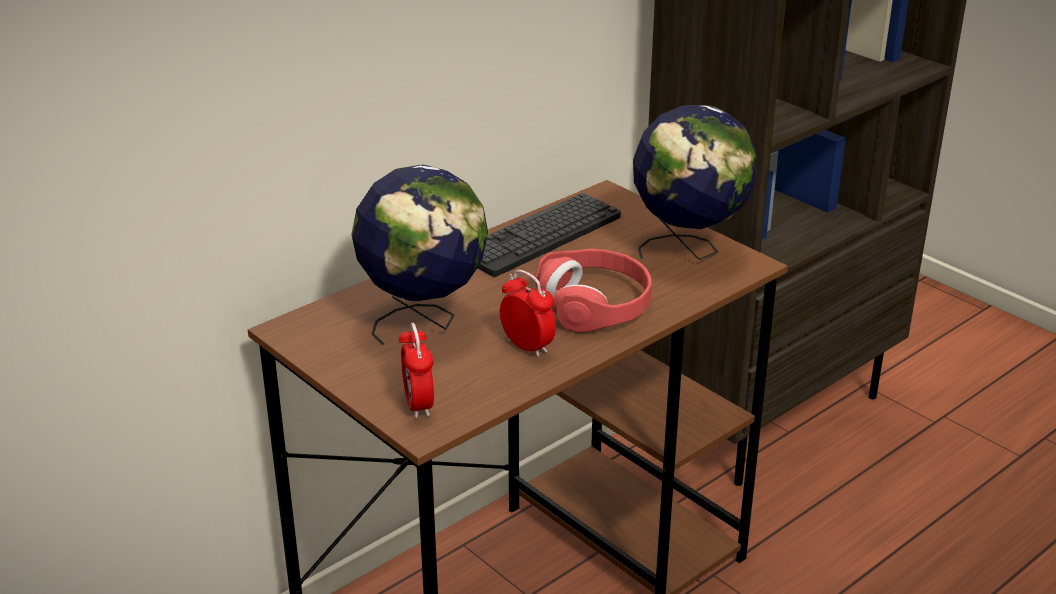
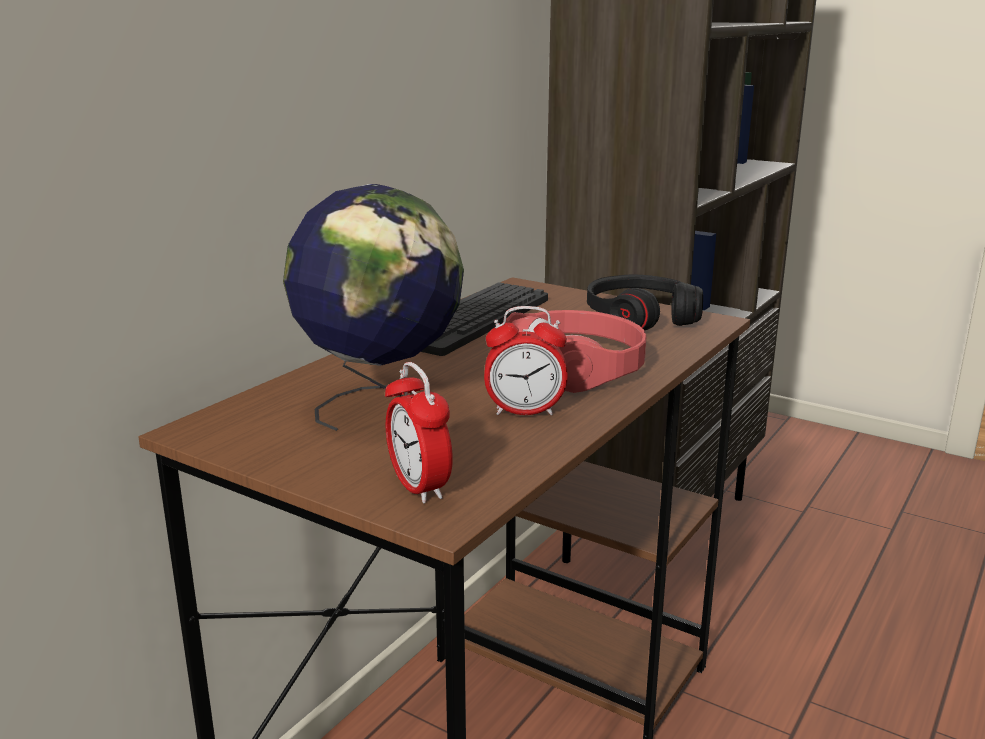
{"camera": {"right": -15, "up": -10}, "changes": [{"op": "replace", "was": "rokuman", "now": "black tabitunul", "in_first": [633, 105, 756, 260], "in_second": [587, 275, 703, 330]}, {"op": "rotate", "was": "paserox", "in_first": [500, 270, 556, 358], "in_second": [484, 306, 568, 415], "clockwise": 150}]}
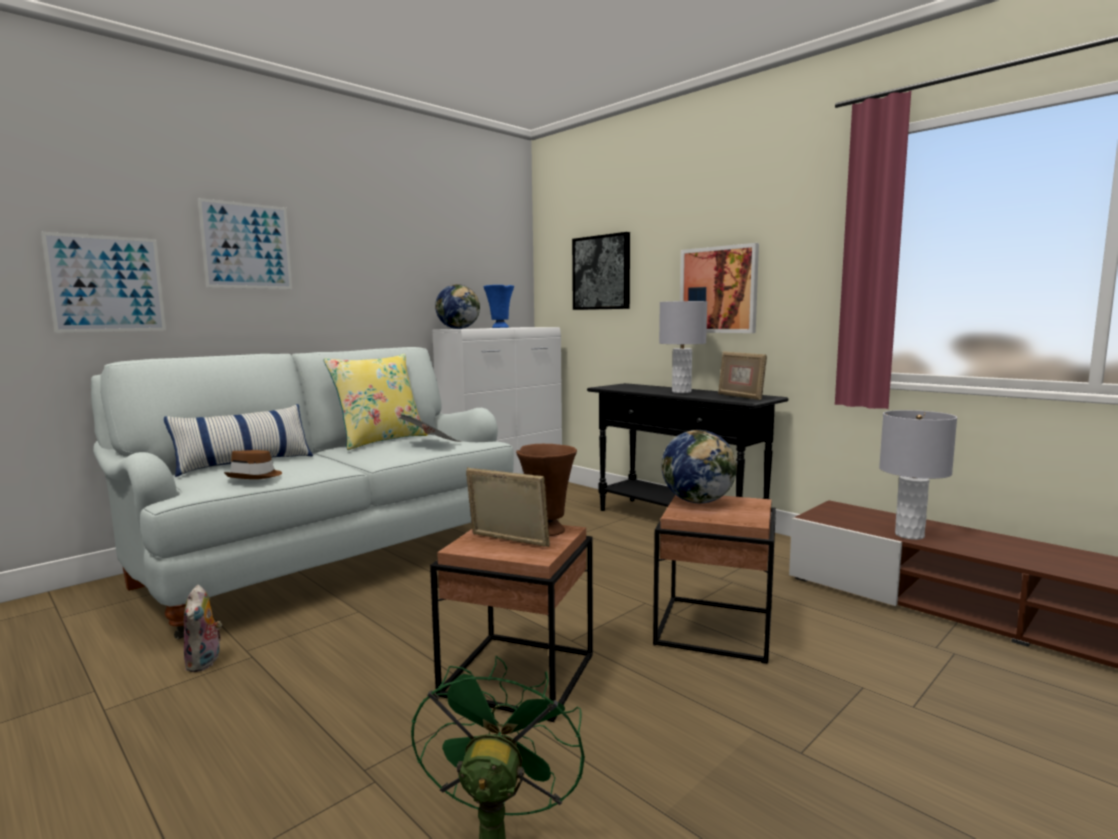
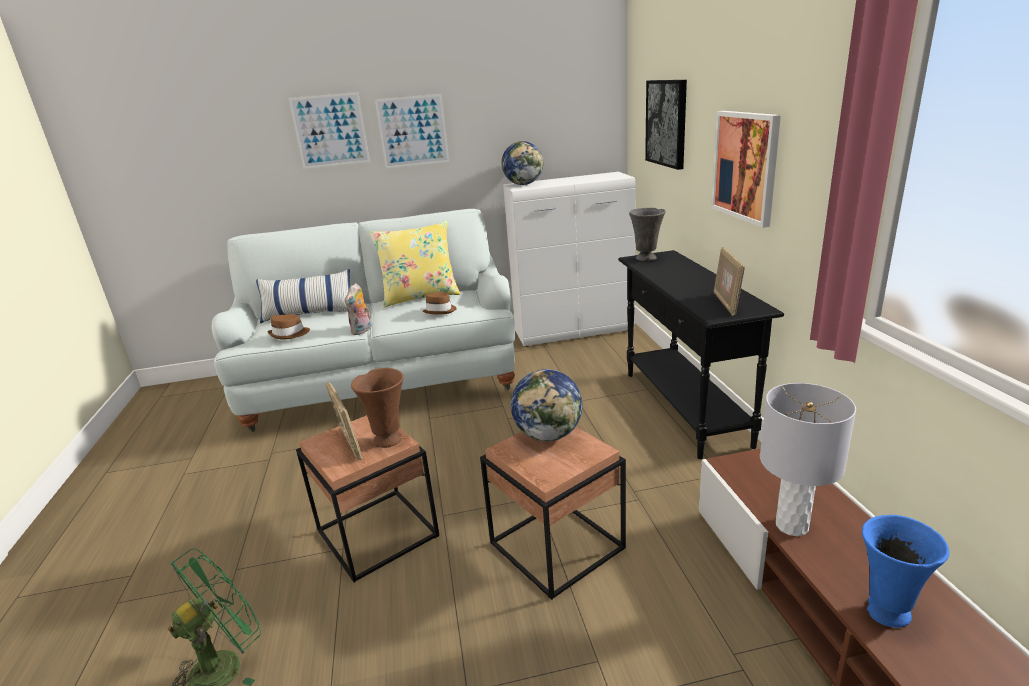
{"camera": {"right": 35, "up": 15}, "changes": [{"op": "delete", "was": "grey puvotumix", "in_first": [659, 301, 707, 393]}, {"op": "insert", "now": "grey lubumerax", "in_second": [629, 208, 666, 261]}, {"op": "move", "was": "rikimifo", "in_first": [41, 232, 166, 333], "in_second": [375, 94, 449, 168]}, {"op": "move", "was": "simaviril", "in_first": [184, 585, 222, 672], "in_second": [345, 283, 372, 335]}, {"op": "move", "was": "blue lubumerax", "in_first": [483, 285, 514, 328], "in_second": [862, 515, 950, 628]}, {"op": "replace", "was": "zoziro", "now": "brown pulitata", "in_first": [399, 415, 461, 442], "in_second": [423, 292, 457, 314]}]}
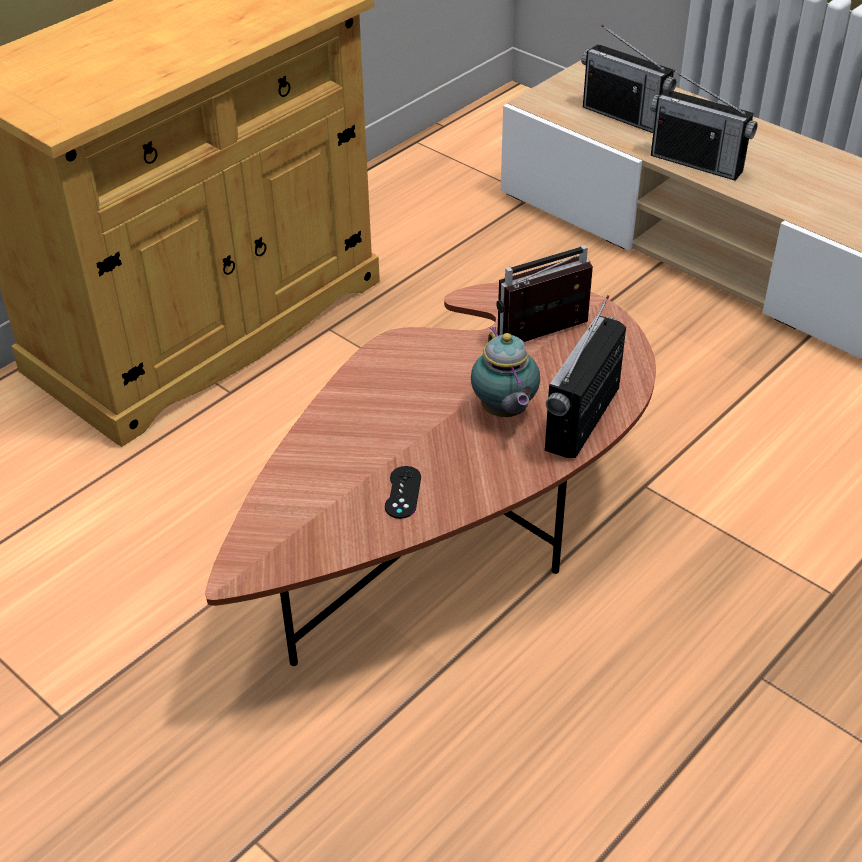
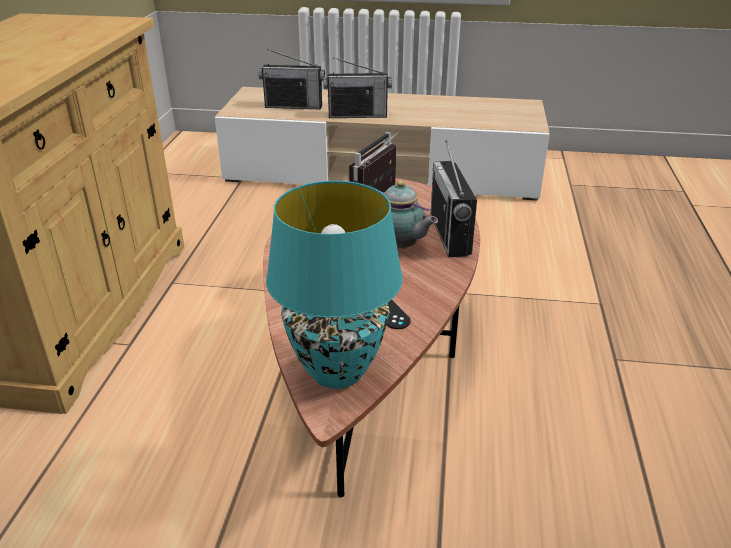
{"camera": {"right": -35, "up": -10}, "changes": [{"op": "insert", "now": "turquoise puvotumix", "in_second": [266, 181, 403, 389]}]}
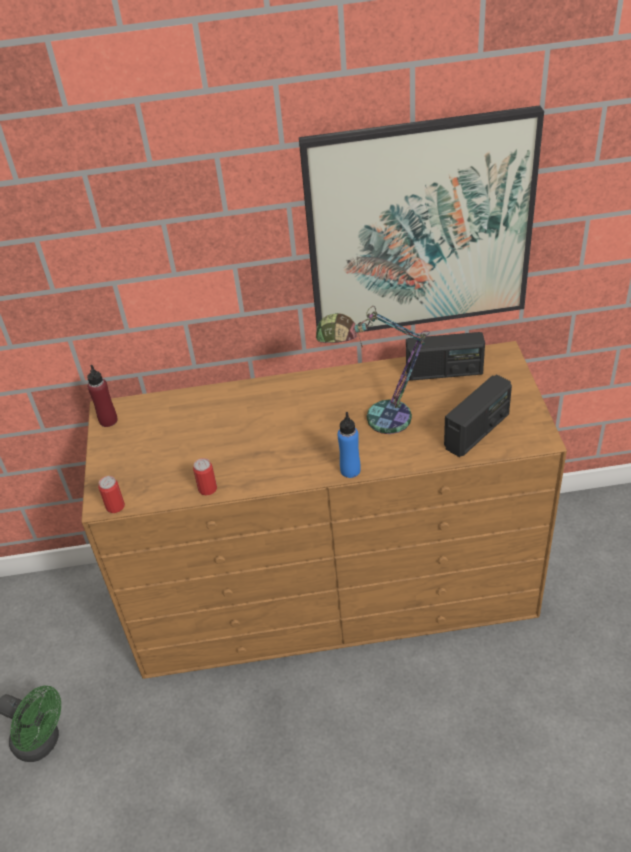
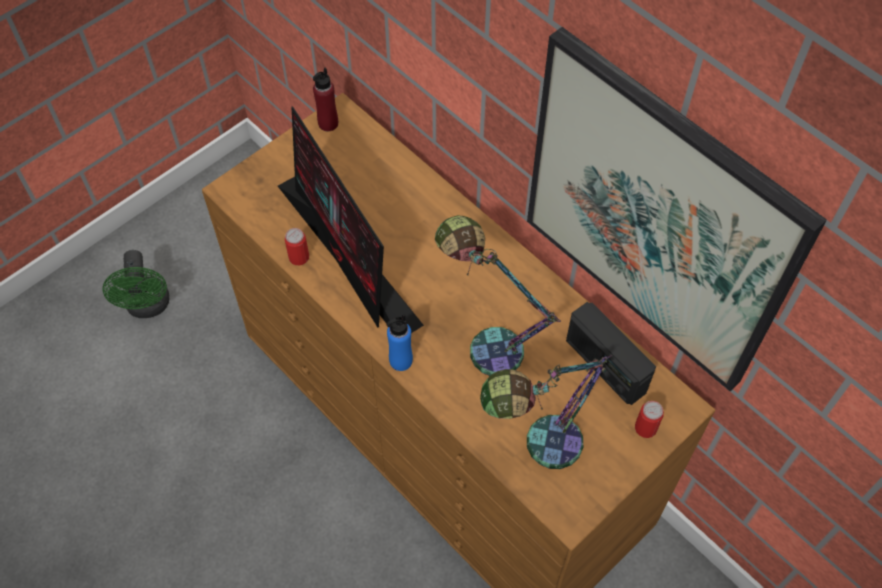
{"camera": {"right": 50, "up": 15}, "changes": [{"op": "insert", "now": "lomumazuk", "in_second": [278, 106, 424, 333]}, {"op": "move", "was": "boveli", "in_first": [98, 476, 125, 513], "in_second": [635, 401, 664, 438]}, {"op": "replace", "was": "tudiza", "now": "puvotumix", "in_first": [444, 374, 512, 457], "in_second": [480, 355, 612, 469]}]}
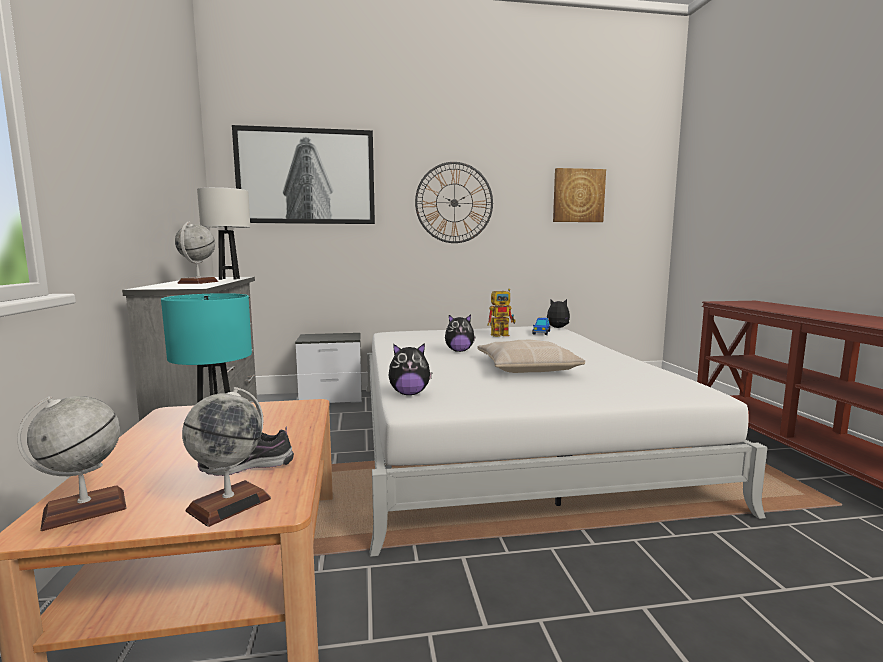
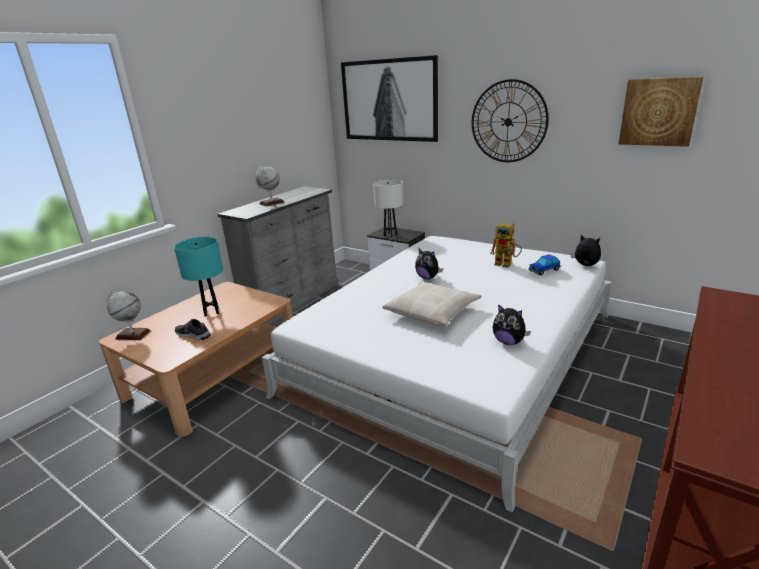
{"camera": {"right": 45, "up": 15}, "changes": [{"op": "delete", "was": "rokuman", "in_first": [182, 387, 271, 527]}, {"op": "move", "was": "white puvotumix", "in_first": [197, 187, 250, 280], "in_second": [373, 180, 403, 238]}, {"op": "move", "was": "simaviril", "in_first": [388, 343, 432, 395], "in_second": [492, 304, 531, 345]}]}
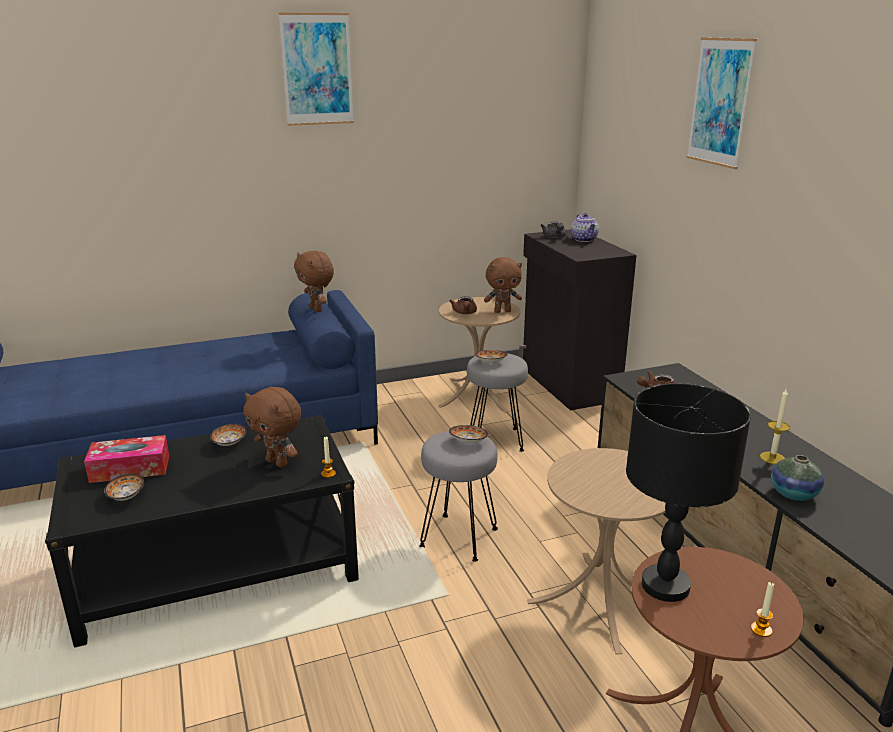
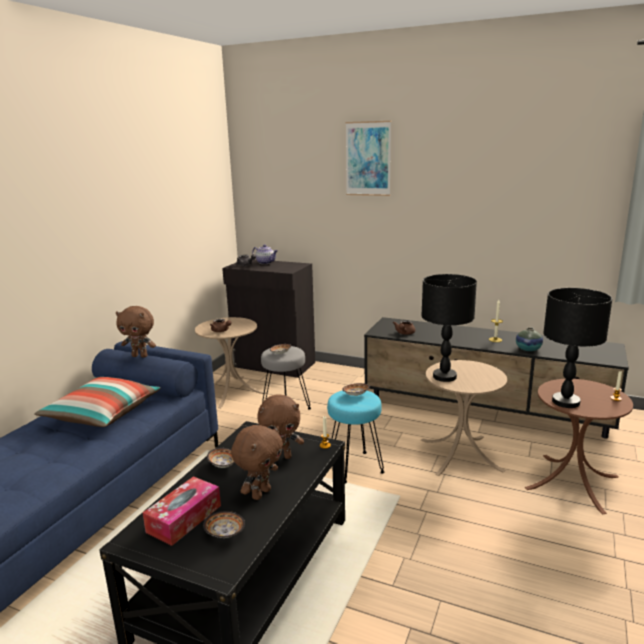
{"camera": {"right": -45, "up": -5}, "changes": [{"op": "delete", "was": "rikimifo", "in_first": [279, 13, 354, 126]}, {"op": "insert", "now": "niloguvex", "in_second": [34, 377, 161, 427]}, {"op": "insert", "now": "black puvotumix", "in_second": [421, 274, 477, 382]}, {"op": "move", "was": "brown simaviril", "in_first": [484, 257, 522, 313], "in_second": [231, 425, 283, 500]}, {"op": "recolor", "was": "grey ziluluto", "now": "turquoise ziluluto", "in_first": [419, 431, 498, 562], "in_second": [327, 390, 385, 484]}]}
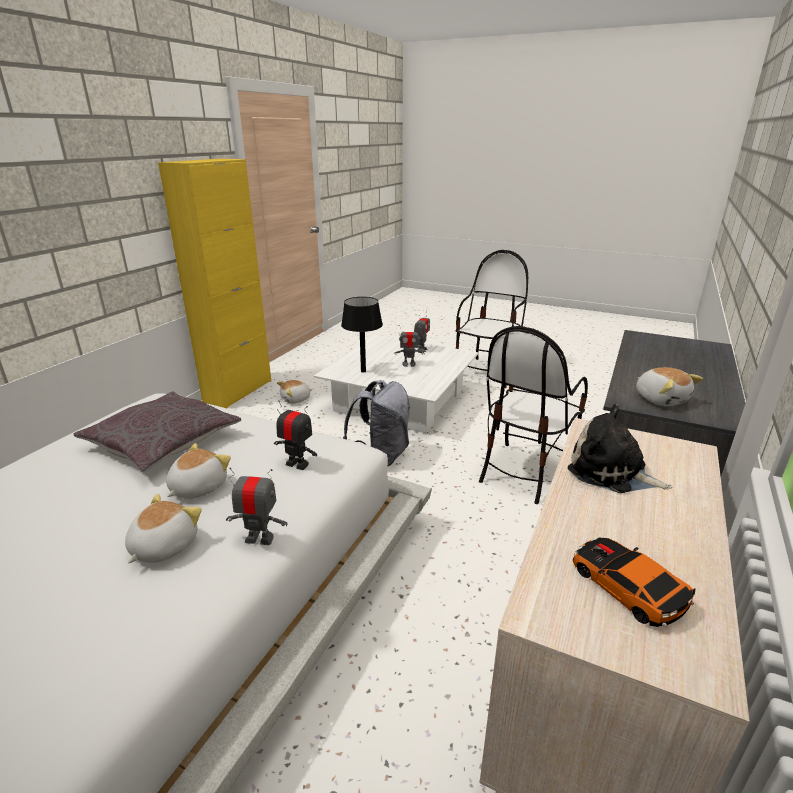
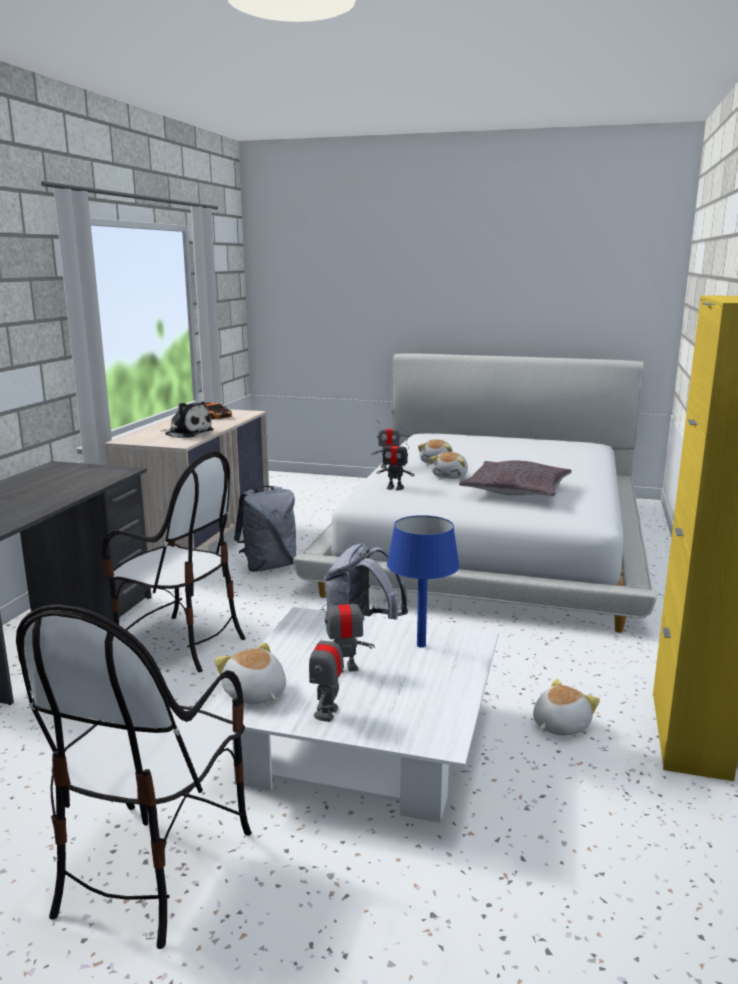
{"camera": {"right": 170, "up": -10}, "changes": [{"op": "insert", "now": "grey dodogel", "in_second": [234, 485, 296, 572]}, {"op": "move", "was": "simaviril", "in_first": [636, 367, 703, 406], "in_second": [214, 642, 286, 704]}, {"op": "recolor", "was": "black puvotumix", "now": "blue puvotumix", "in_first": [341, 297, 383, 373], "in_second": [387, 515, 460, 648]}, {"op": "rotate", "was": "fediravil", "in_first": [479, 326, 588, 504], "in_second": [102, 451, 246, 672], "clockwise": 90}]}
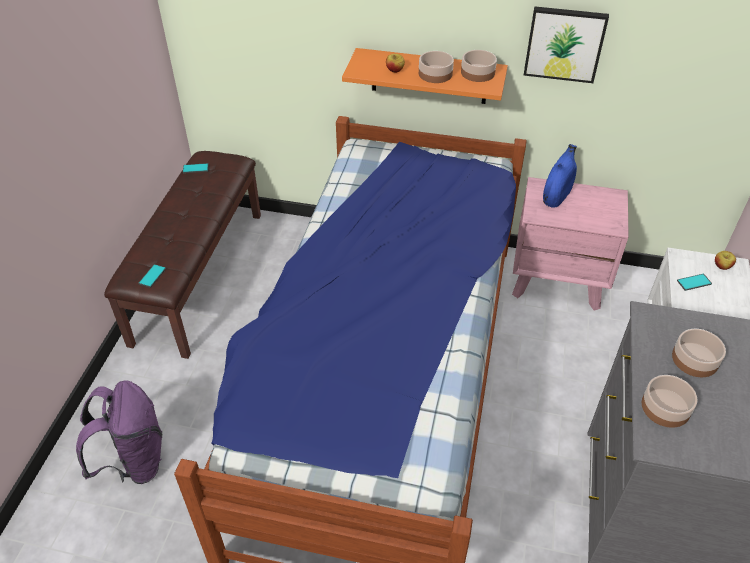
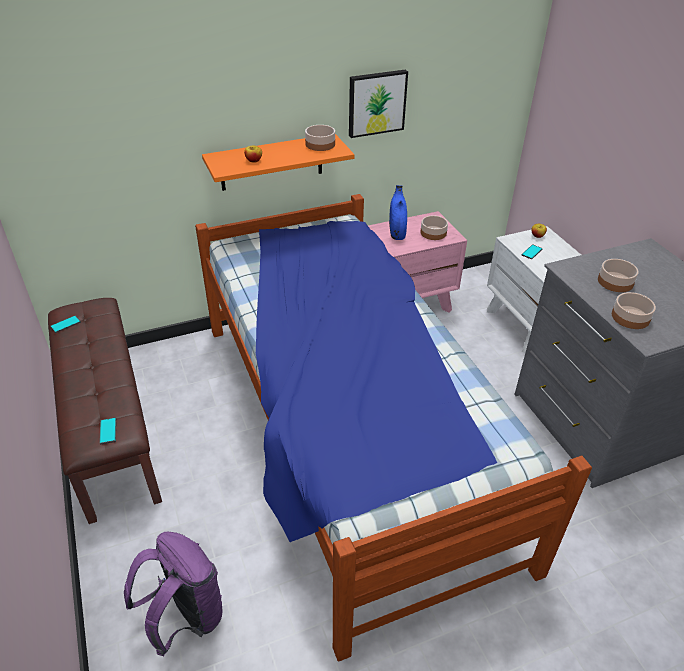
{"camera": {"right": -35, "up": -5}, "changes": [{"op": "move", "was": "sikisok", "in_first": [419, 51, 454, 83], "in_second": [421, 216, 448, 240]}]}
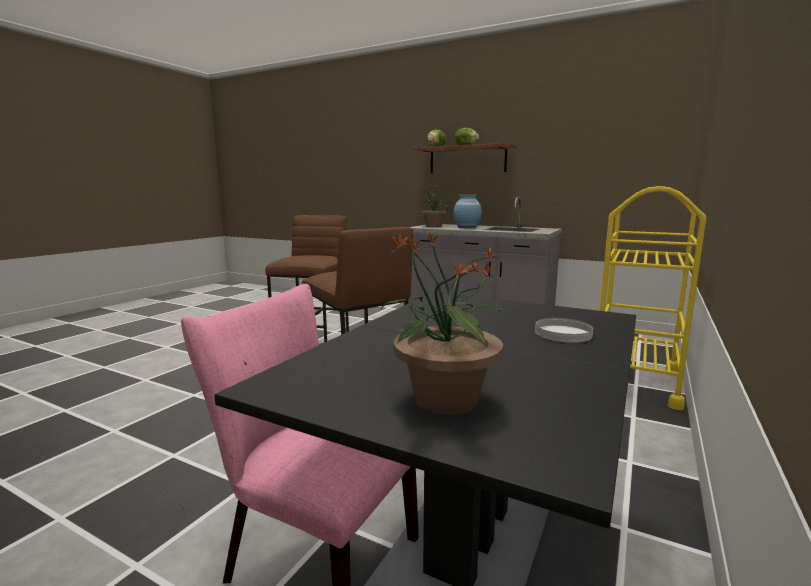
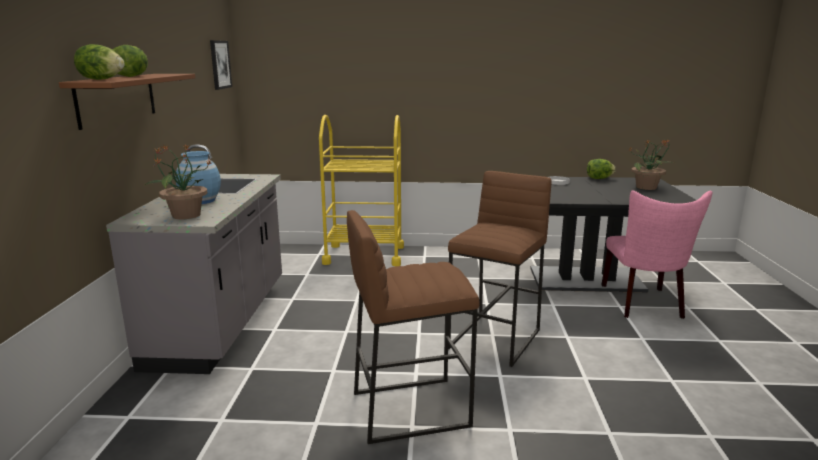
{"camera": {"right": -115, "up": 5}, "changes": [{"op": "insert", "now": "rikimifo", "in_second": [210, 40, 232, 90]}, {"op": "insert", "now": "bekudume", "in_second": [587, 159, 616, 179]}]}
